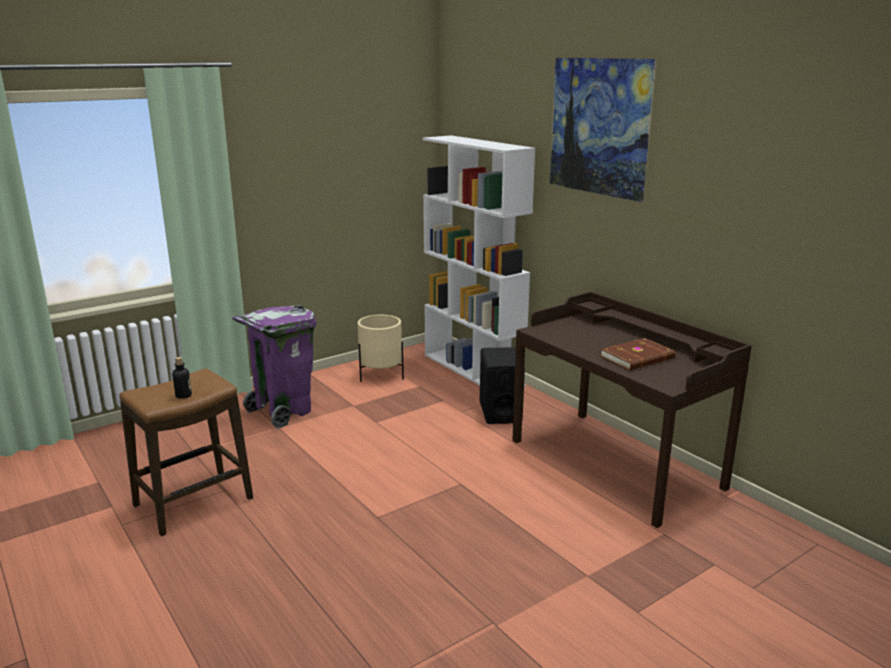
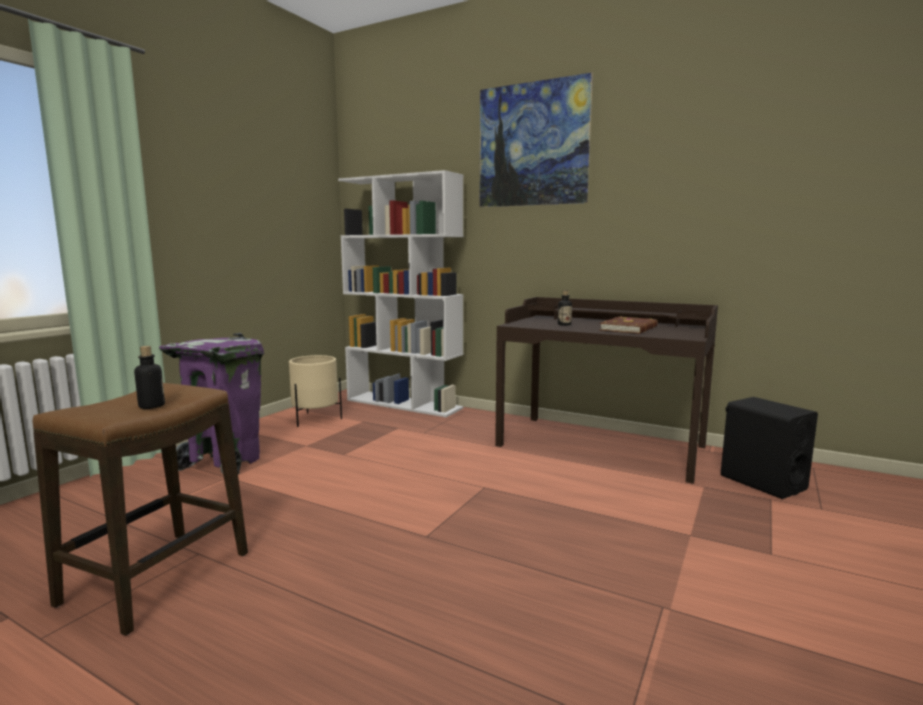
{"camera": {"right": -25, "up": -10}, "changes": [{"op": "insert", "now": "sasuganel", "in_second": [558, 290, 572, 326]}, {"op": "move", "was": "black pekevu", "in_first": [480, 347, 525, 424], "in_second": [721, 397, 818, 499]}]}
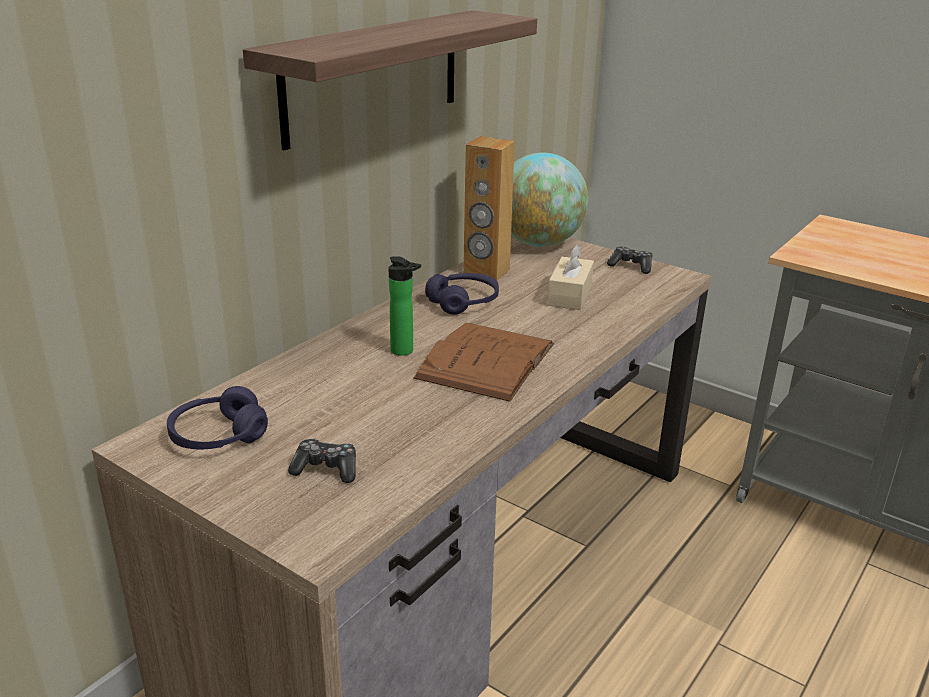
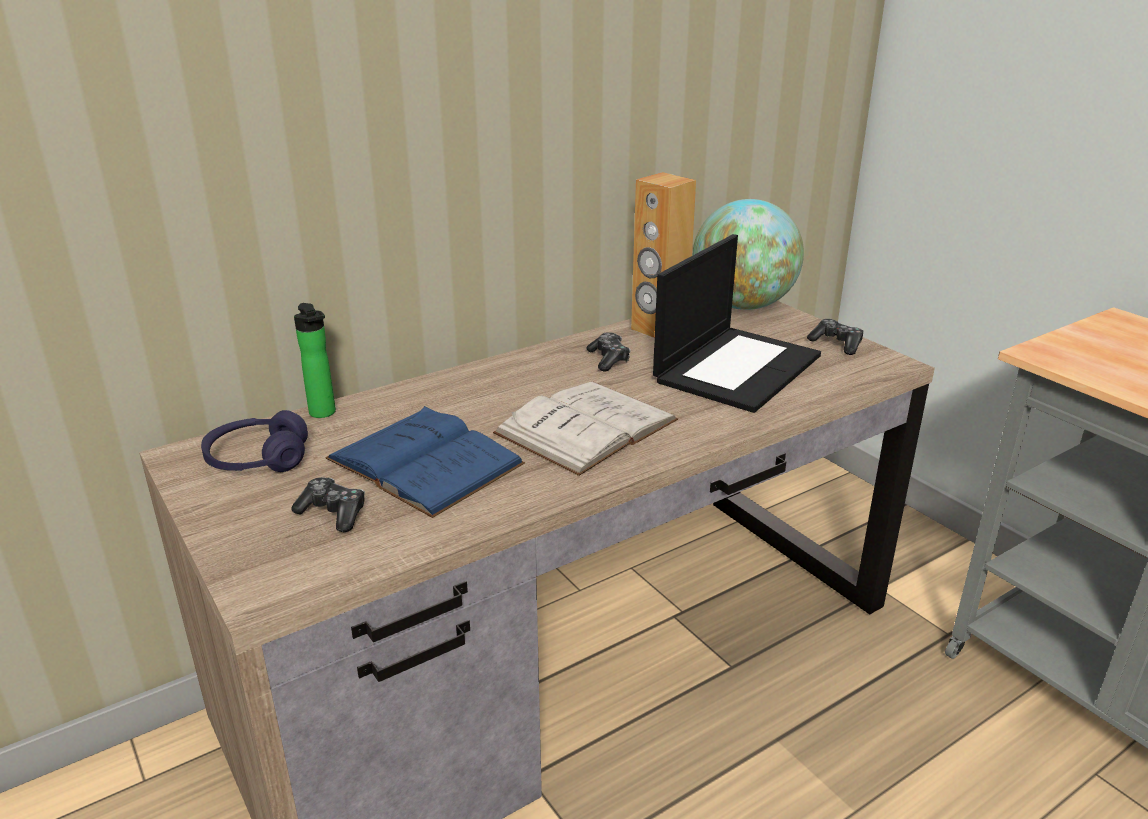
{"camera": {"right": 20, "up": 0}, "changes": [{"op": "delete", "was": "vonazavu", "in_first": [243, 10, 537, 150]}, {"op": "insert", "now": "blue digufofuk", "in_second": [325, 406, 525, 518]}, {"op": "move", "was": "sasuganel", "in_first": [389, 257, 421, 356], "in_second": [294, 303, 336, 418]}, {"op": "replace", "was": "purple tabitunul", "now": "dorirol", "in_first": [425, 273, 499, 315], "in_second": [586, 332, 630, 371]}, {"op": "replace", "was": "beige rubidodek", "now": "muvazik", "in_first": [547, 245, 594, 310], "in_second": [653, 234, 821, 413]}, {"op": "recolor", "was": "brown digufofuk", "now": "white digufofuk", "in_first": [413, 323, 554, 402], "in_second": [493, 381, 678, 476]}]}
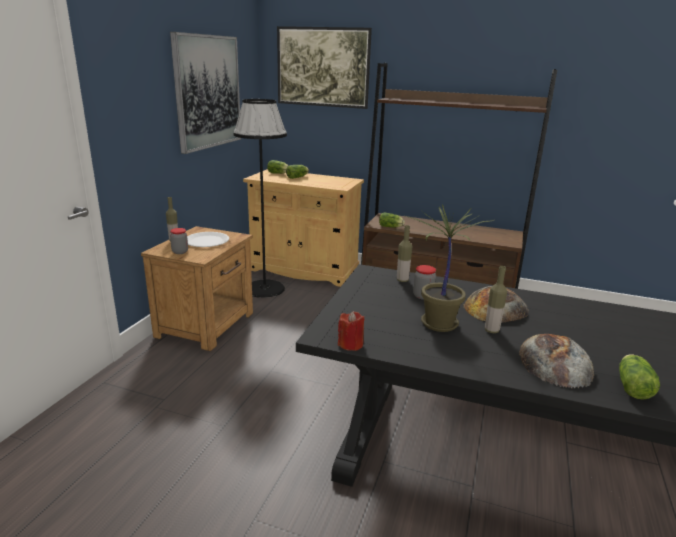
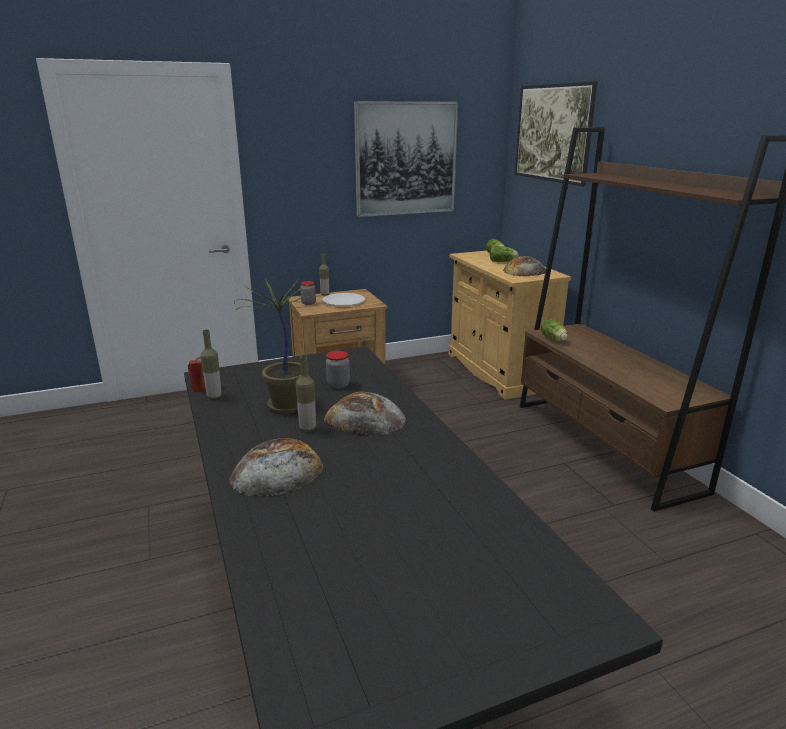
{"camera": {"right": 50, "up": 0}, "changes": [{"op": "delete", "was": "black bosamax", "in_first": [233, 99, 287, 298]}, {"op": "delete", "was": "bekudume", "in_first": [619, 354, 660, 400]}, {"op": "insert", "now": "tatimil", "in_second": [503, 256, 546, 276]}, {"op": "move", "was": "sasuganel", "in_first": [397, 225, 412, 282], "in_second": [201, 330, 222, 399]}]}
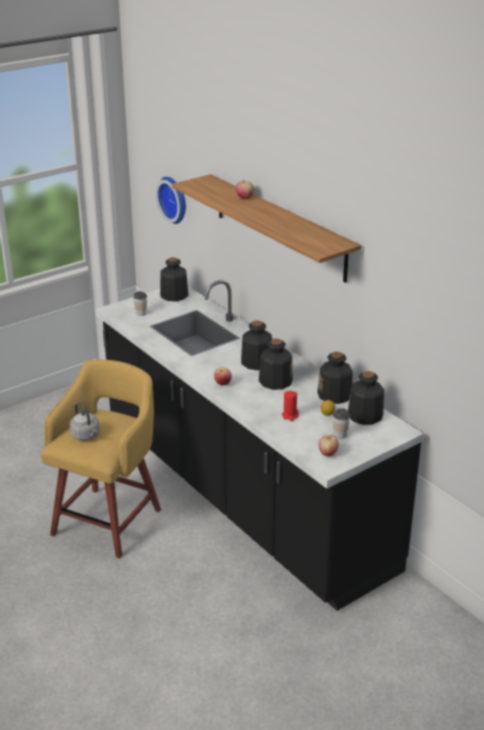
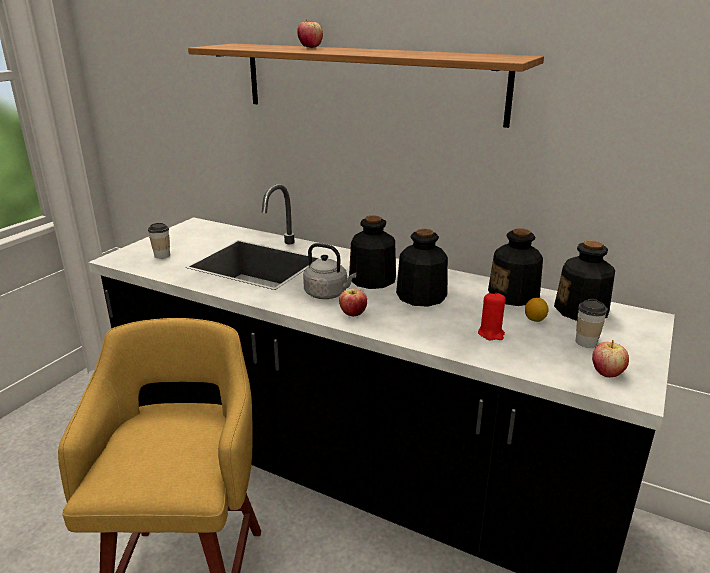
{"camera": {"right": -25, "up": -5}, "changes": [{"op": "delete", "was": "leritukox", "in_first": [156, 177, 186, 224]}, {"op": "delete", "was": "sasuganel", "in_first": [160, 257, 189, 301]}, {"op": "move", "was": "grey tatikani", "in_first": [69, 403, 100, 441], "in_second": [303, 243, 356, 299]}]}
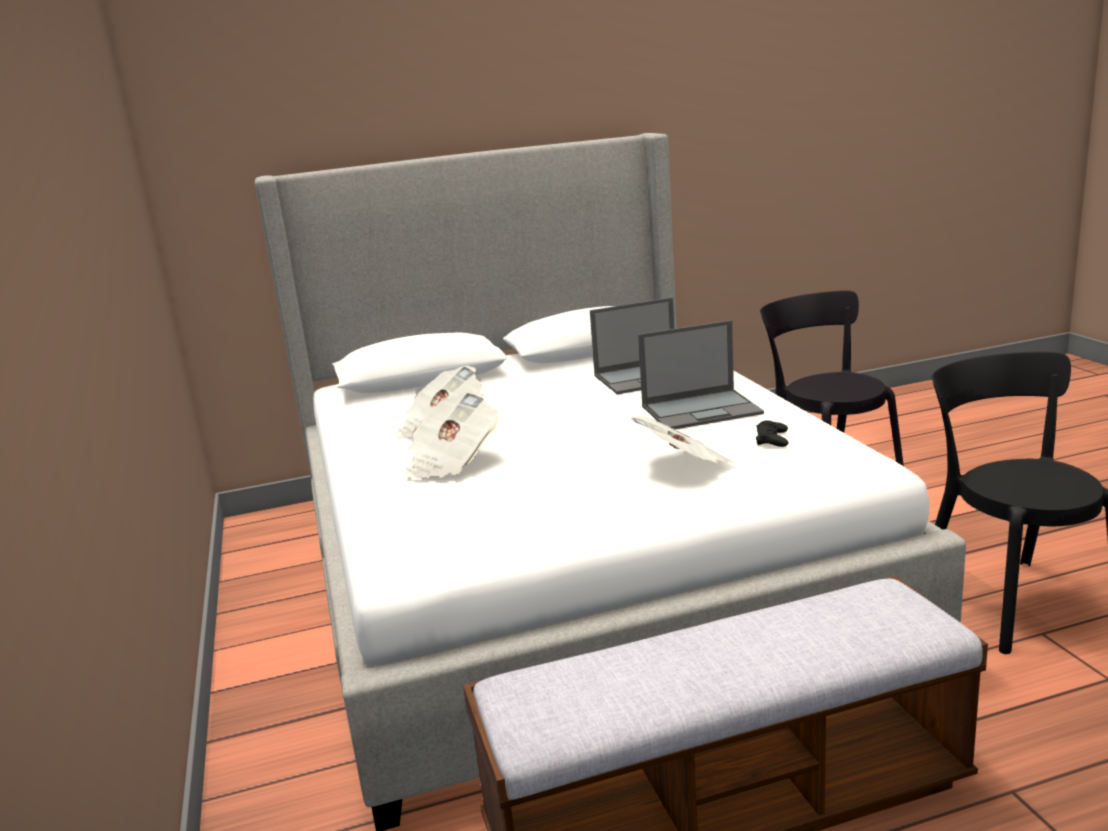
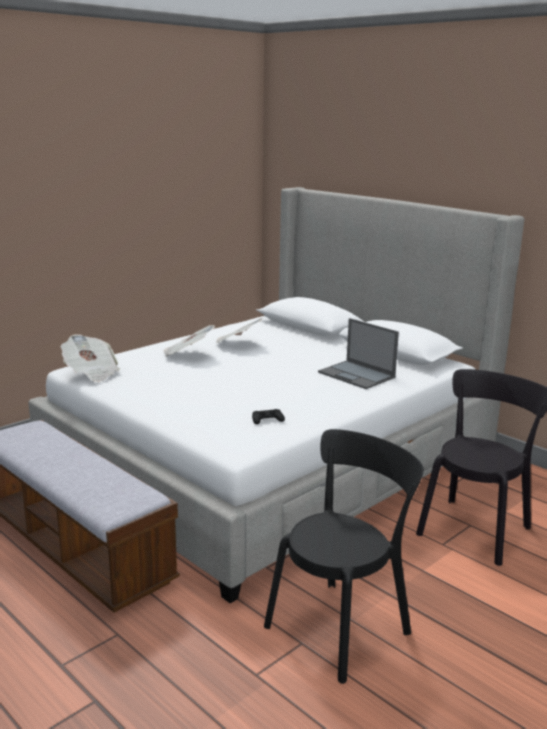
{"camera": {"right": 60, "up": 0}, "changes": [{"op": "delete", "was": "muvazik", "in_first": [638, 320, 764, 429]}, {"op": "move", "was": "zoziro", "in_first": [626, 416, 739, 464], "in_second": [61, 334, 120, 382]}]}
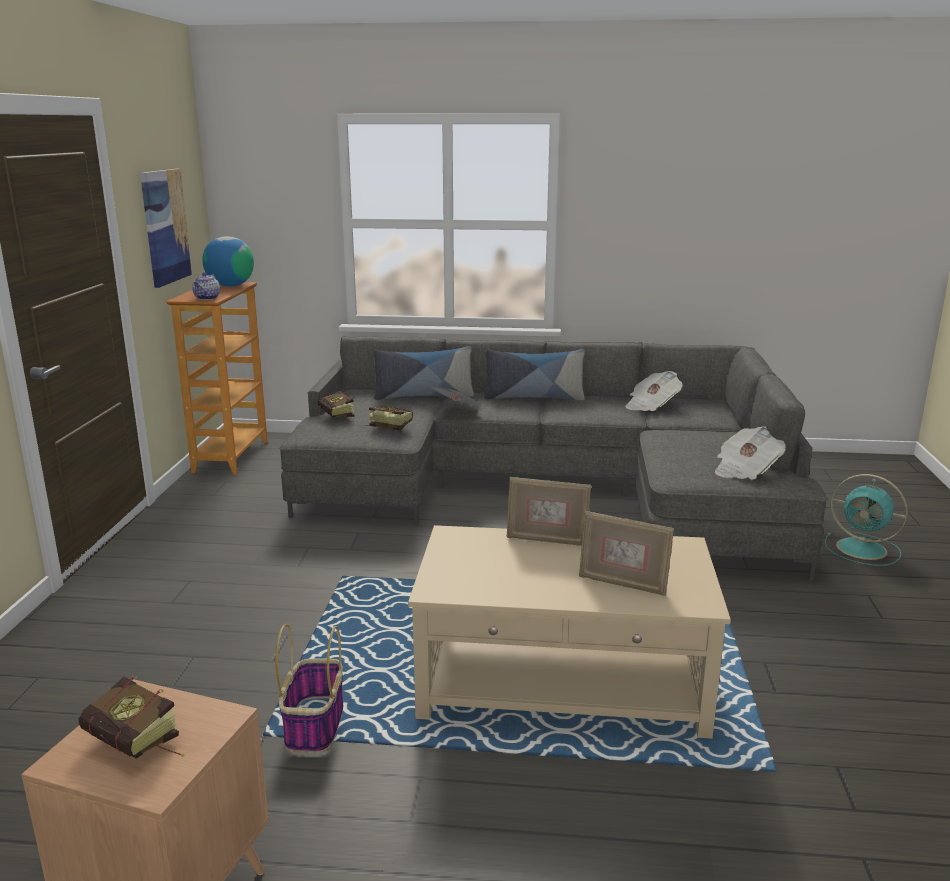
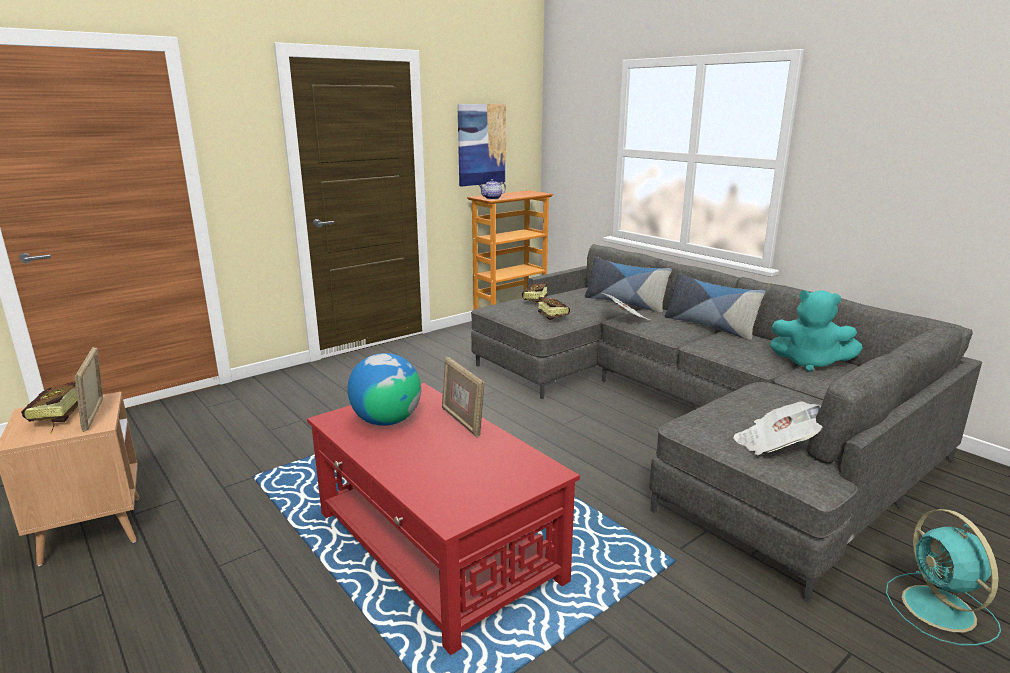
{"camera": {"right": 45, "up": 0}, "changes": [{"op": "delete", "was": "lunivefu", "in_first": [275, 624, 343, 753]}, {"op": "move", "was": "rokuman", "in_first": [202, 236, 254, 286], "in_second": [347, 353, 421, 426]}, {"op": "move", "was": "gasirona", "in_first": [579, 511, 674, 596], "in_second": [75, 347, 103, 432]}, {"op": "replace", "was": "zoziro", "now": "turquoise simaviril", "in_first": [625, 371, 683, 411], "in_second": [770, 290, 863, 372]}, {"op": "recolor", "was": "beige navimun", "now": "red navimun", "in_first": [408, 525, 731, 739], "in_second": [307, 383, 580, 655]}]}
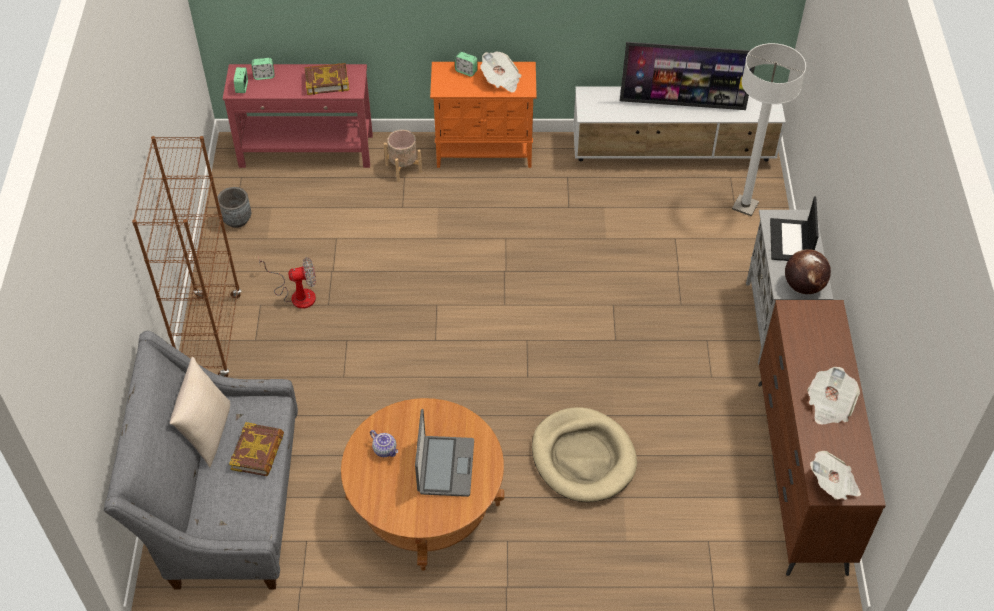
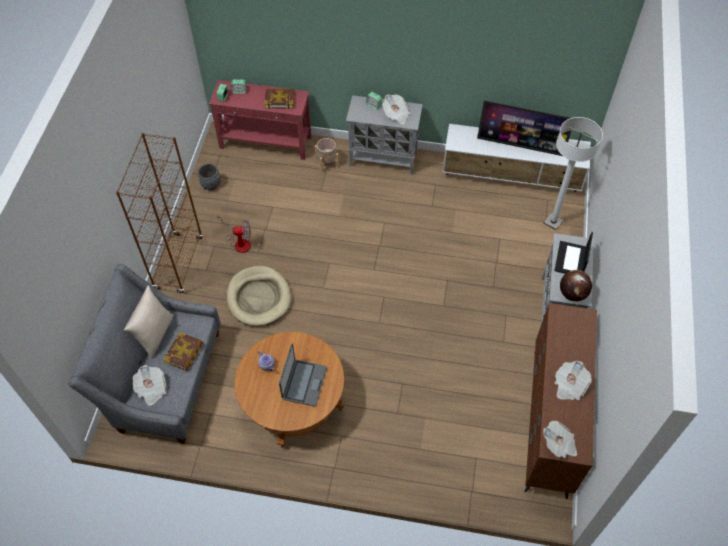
{"camera": {"right": 10, "up": 5}, "changes": [{"op": "insert", "now": "zoziro", "in_second": [133, 365, 167, 406]}, {"op": "move", "was": "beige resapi", "in_first": [532, 407, 637, 502], "in_second": [227, 266, 291, 326]}, {"op": "recolor", "was": "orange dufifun", "now": "grey dufifun", "in_first": [430, 62, 537, 168], "in_second": [346, 95, 423, 174]}]}
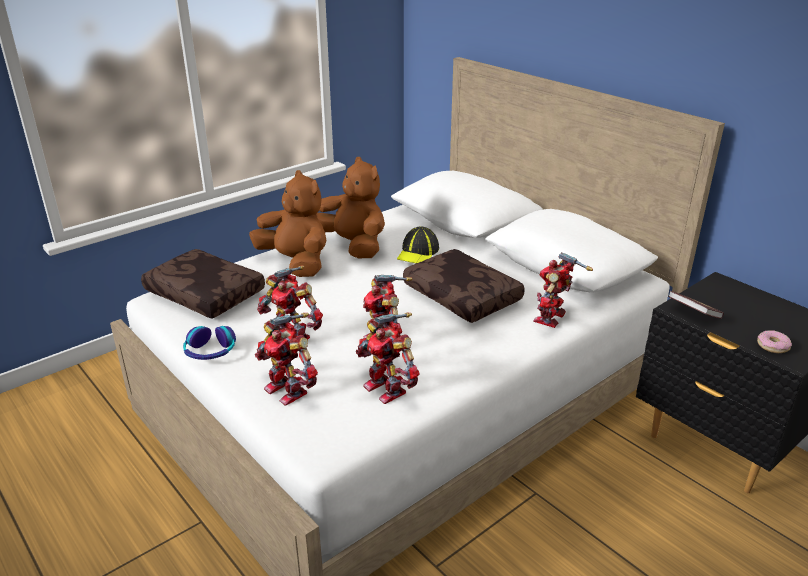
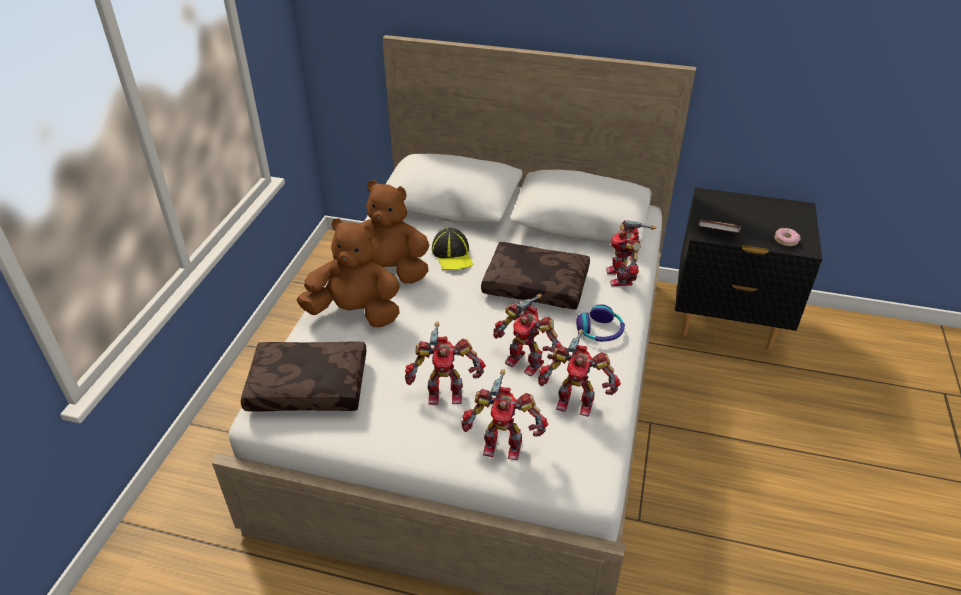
{"camera": {"right": -35, "up": 10}, "changes": [{"op": "move", "was": "tabitunul", "in_first": [183, 326, 236, 360], "in_second": [576, 304, 625, 342]}]}
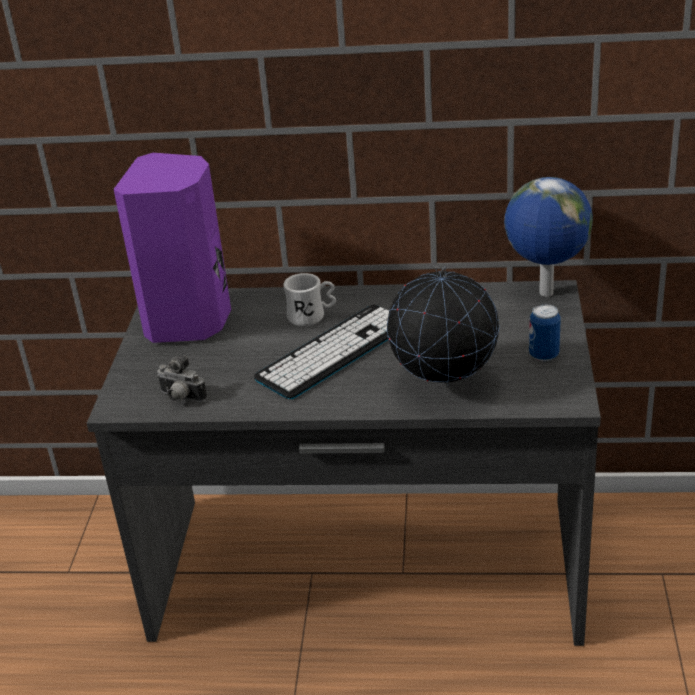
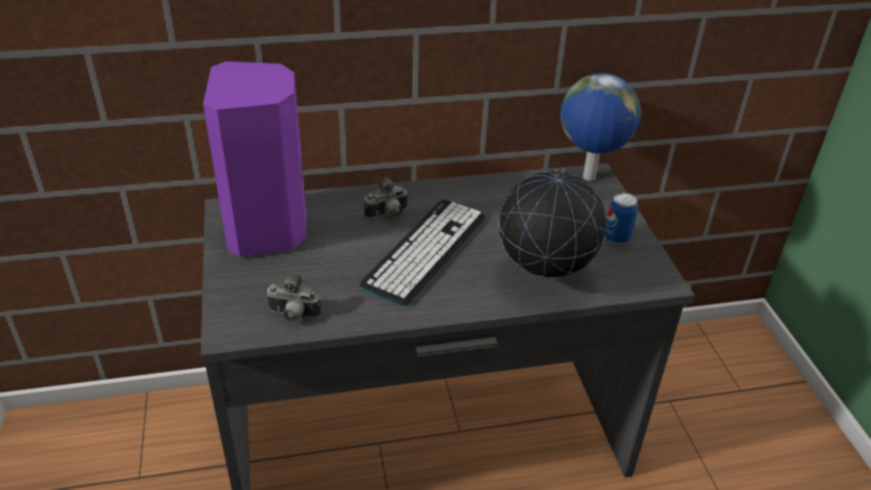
{"camera": {"right": -20, "up": 5}, "changes": [{"op": "replace", "was": "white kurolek", "now": "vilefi", "in_first": [283, 273, 336, 326], "in_second": [364, 176, 409, 219]}]}
